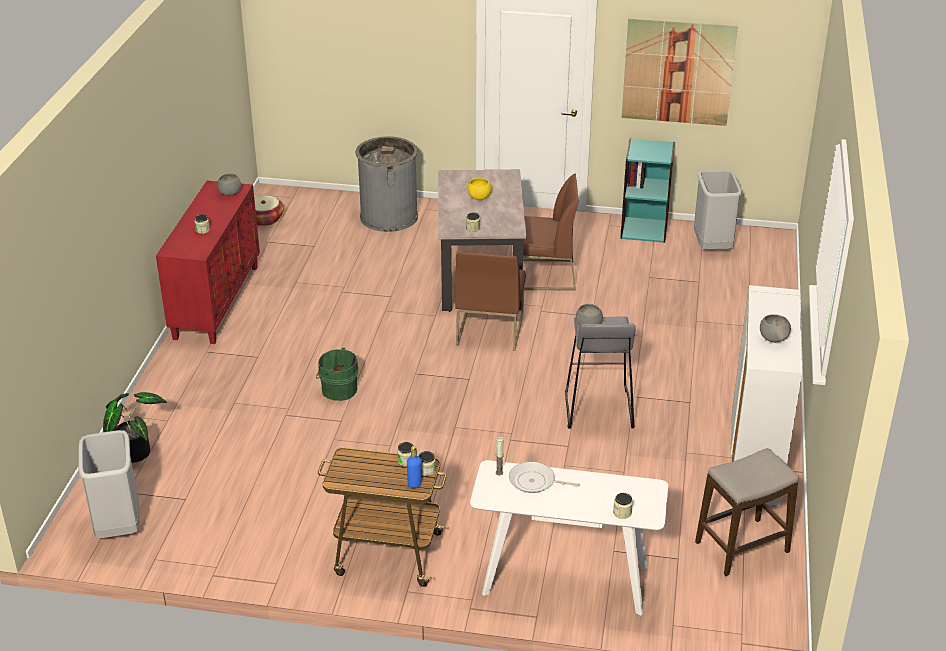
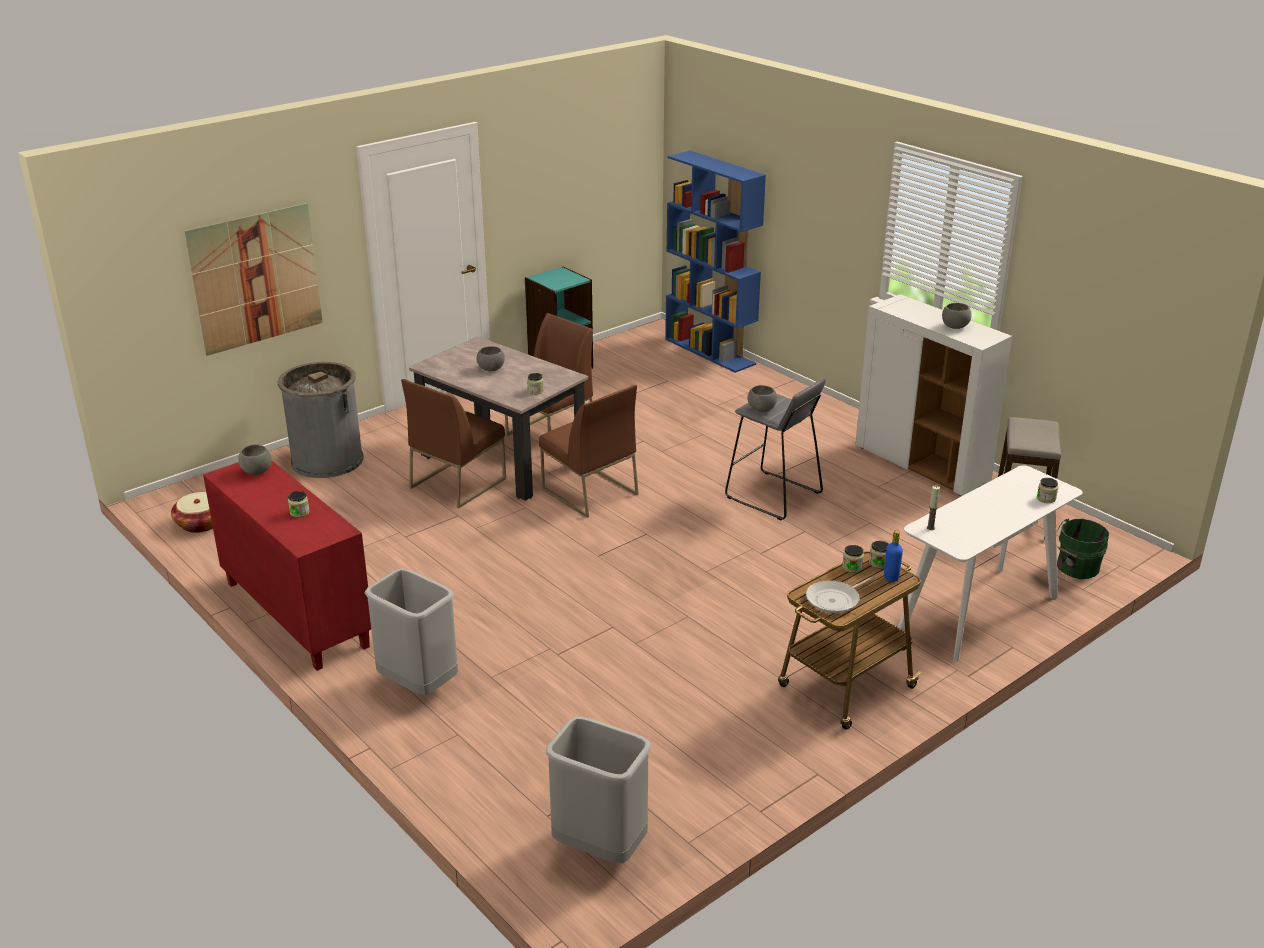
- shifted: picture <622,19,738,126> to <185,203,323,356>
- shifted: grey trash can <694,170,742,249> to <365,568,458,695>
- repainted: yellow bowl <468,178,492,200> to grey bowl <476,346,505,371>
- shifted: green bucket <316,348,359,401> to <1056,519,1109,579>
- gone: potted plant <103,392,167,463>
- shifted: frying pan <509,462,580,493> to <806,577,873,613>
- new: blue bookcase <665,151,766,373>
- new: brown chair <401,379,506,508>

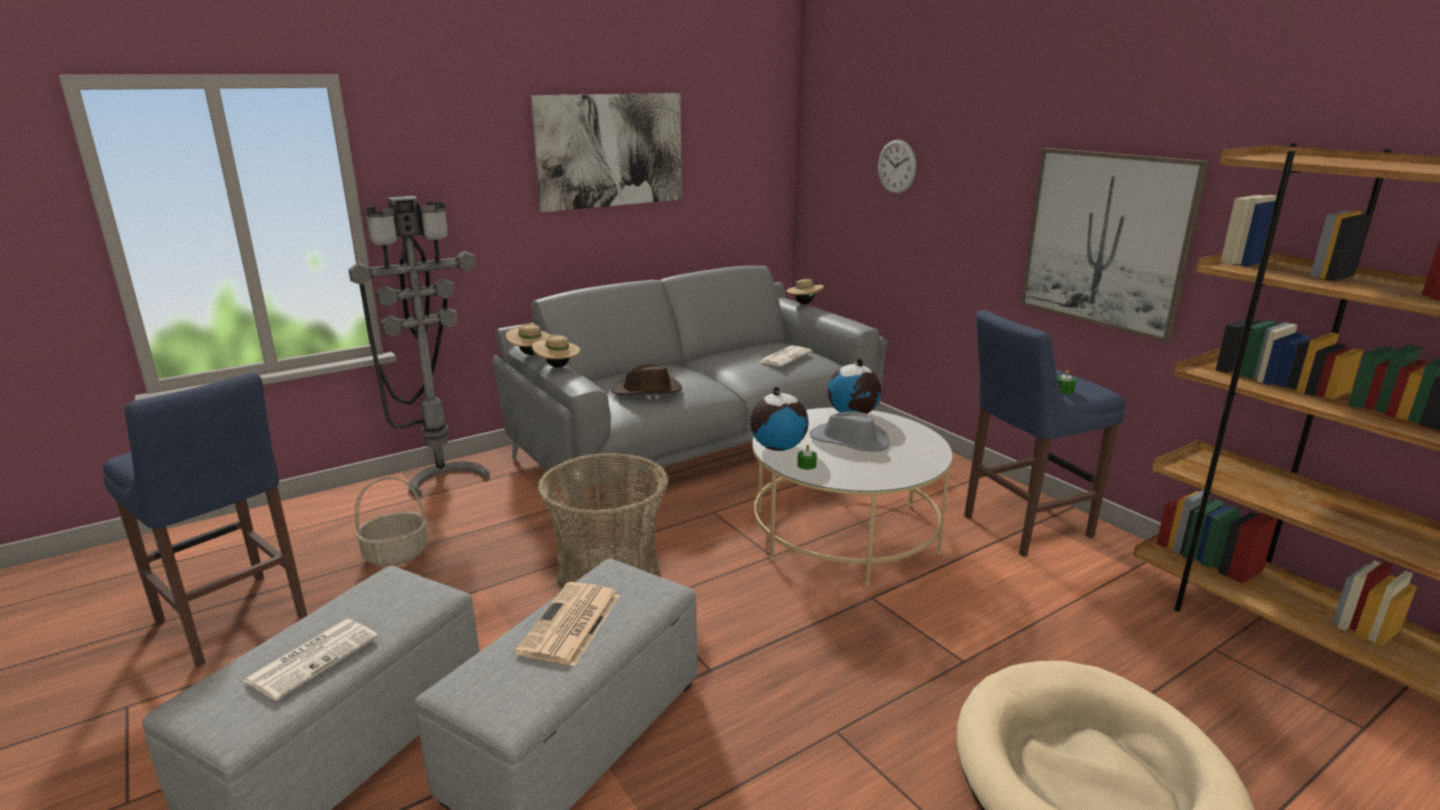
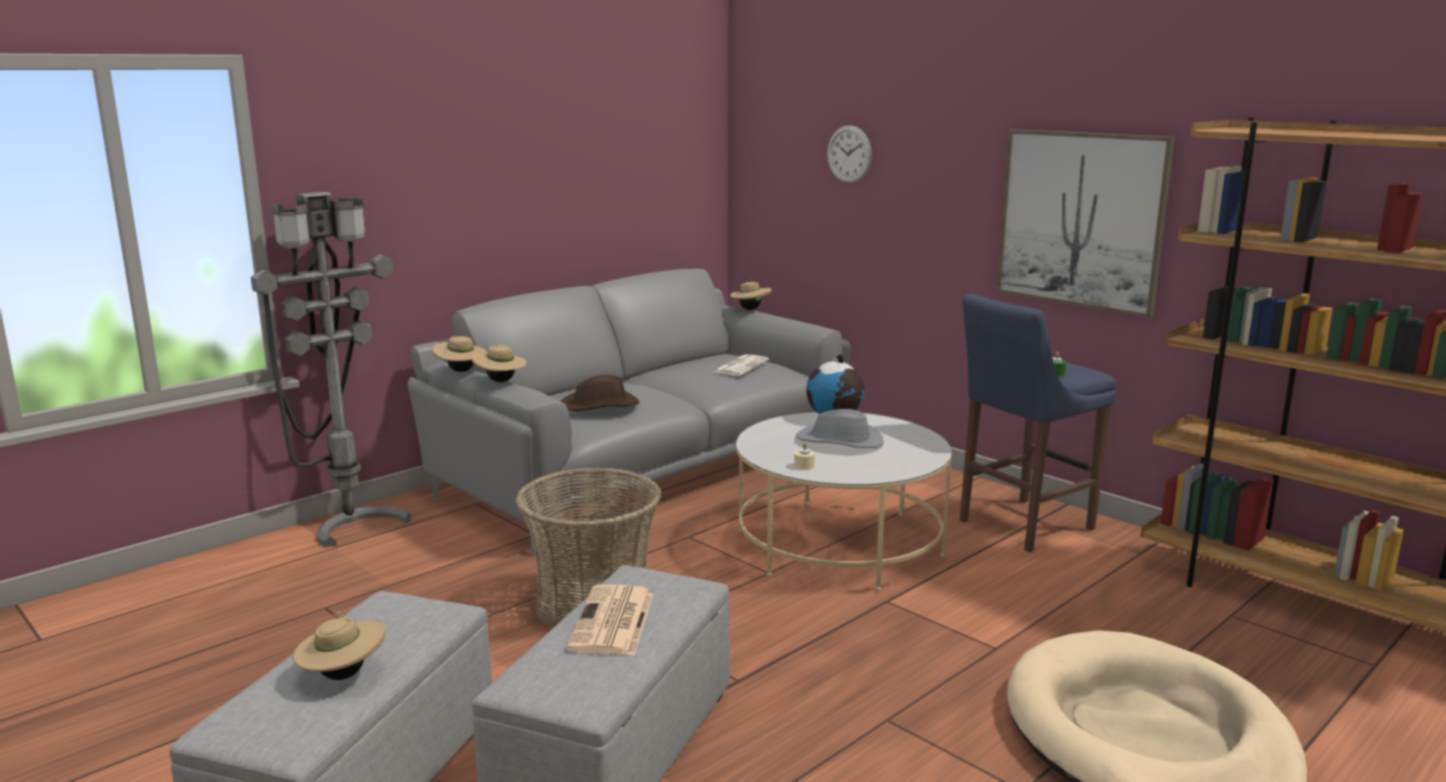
- gone: picture <531,93,682,212>
- gone: blue stool <103,372,307,667>
- gone: globe <750,387,809,451>
- repainted: green candle <797,445,817,470> to beige candle <794,443,815,470>
- gone: basket <355,477,428,566>
- swapped: newspaper <243,619,378,701> to beige hat <293,610,385,680>

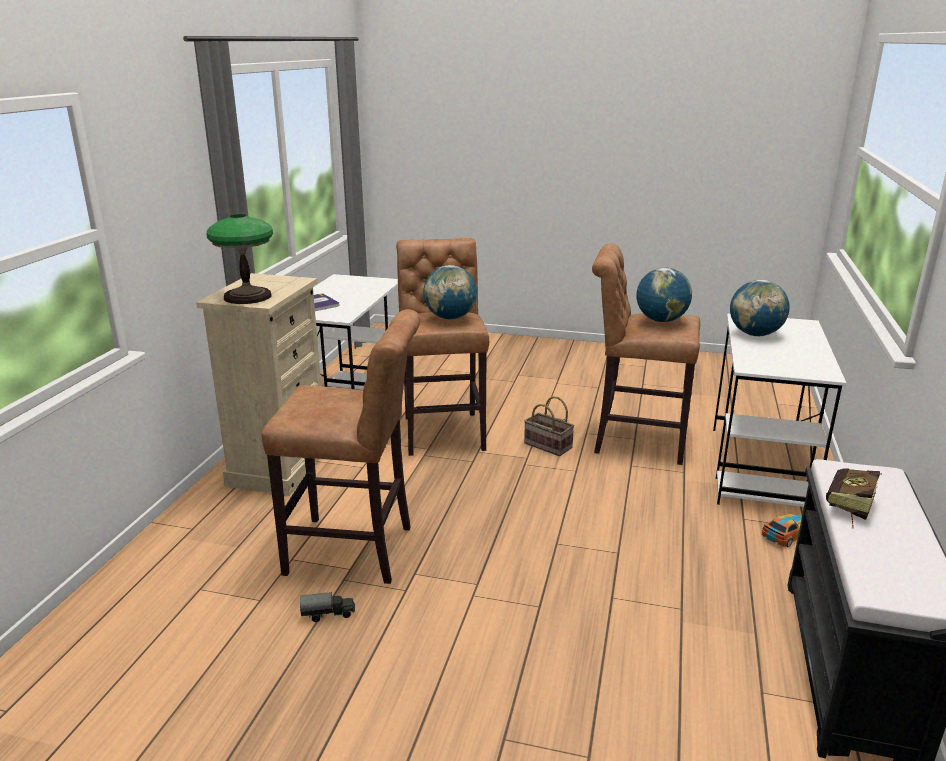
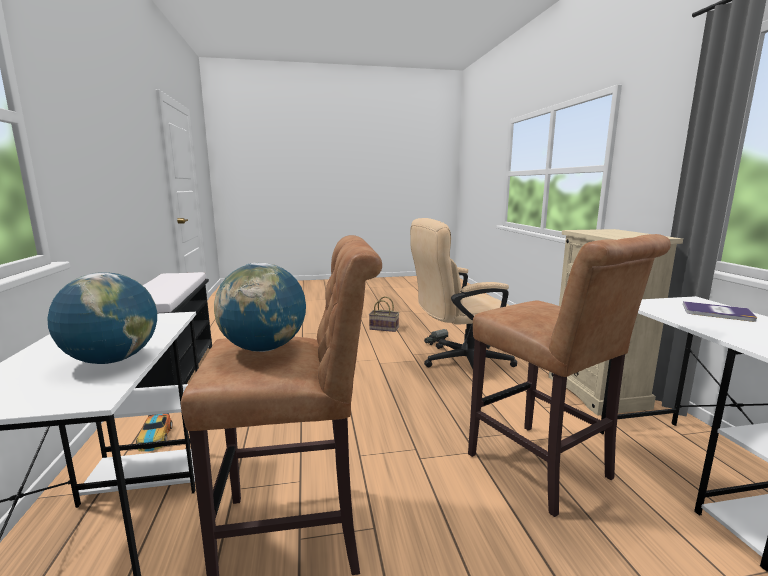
- gone: table lamp <207,214,273,304>
- gone: globe <423,265,477,320>
- swapped: brown stool <262,309,420,584> to beige office chair <410,218,517,369>
- shifted: basket <524,396,575,456> to <369,296,399,332>
- gone: book <826,468,882,529>
- rotated: toy car <762,514,802,547> = <136,413,173,452> 45 degrees counterclockwise

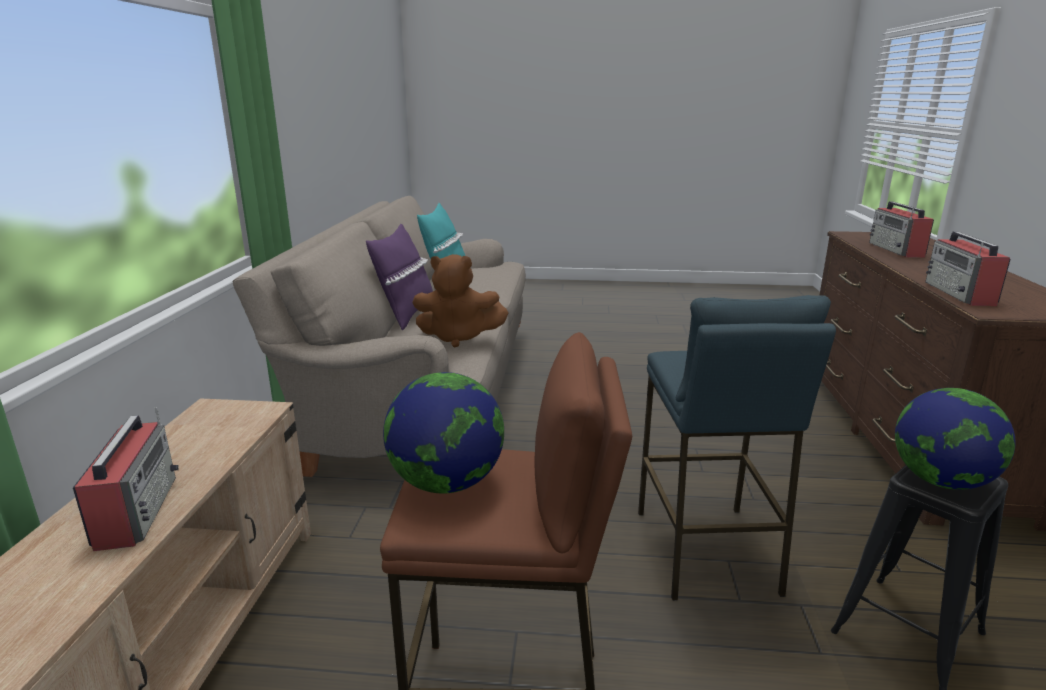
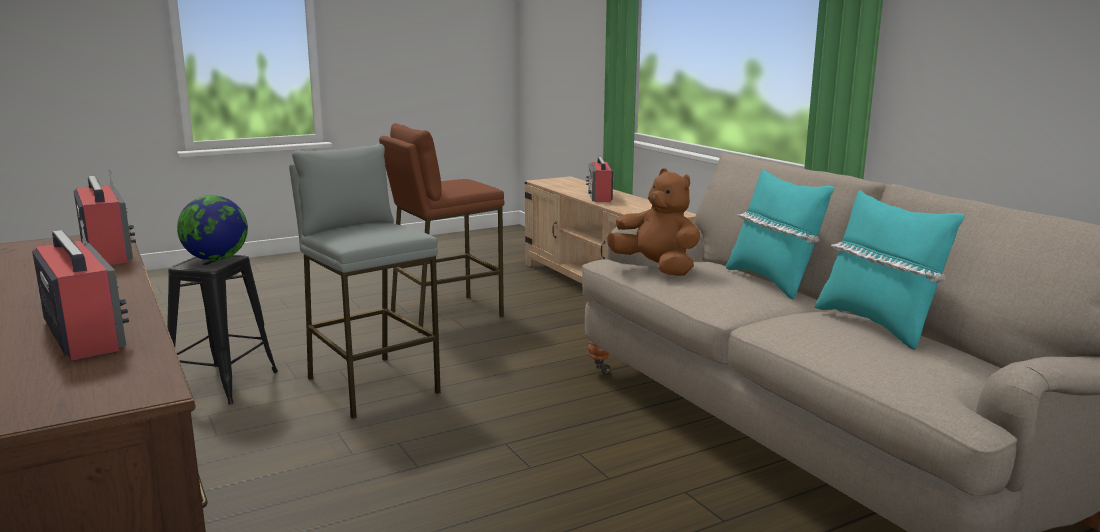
- repainted: purple pillow <366,224,433,331> to turquoise pillow <726,169,834,300>
- rotated: brown plush toy <412,254,508,347> = <607,168,700,276> 75 degrees clockwise
- repainted: blue stool <638,295,836,601> to grey stool <289,144,441,419>
- gone: globe <383,372,504,494>
- rotated: radio <73,407,179,551> = <586,157,613,202> 45 degrees clockwise

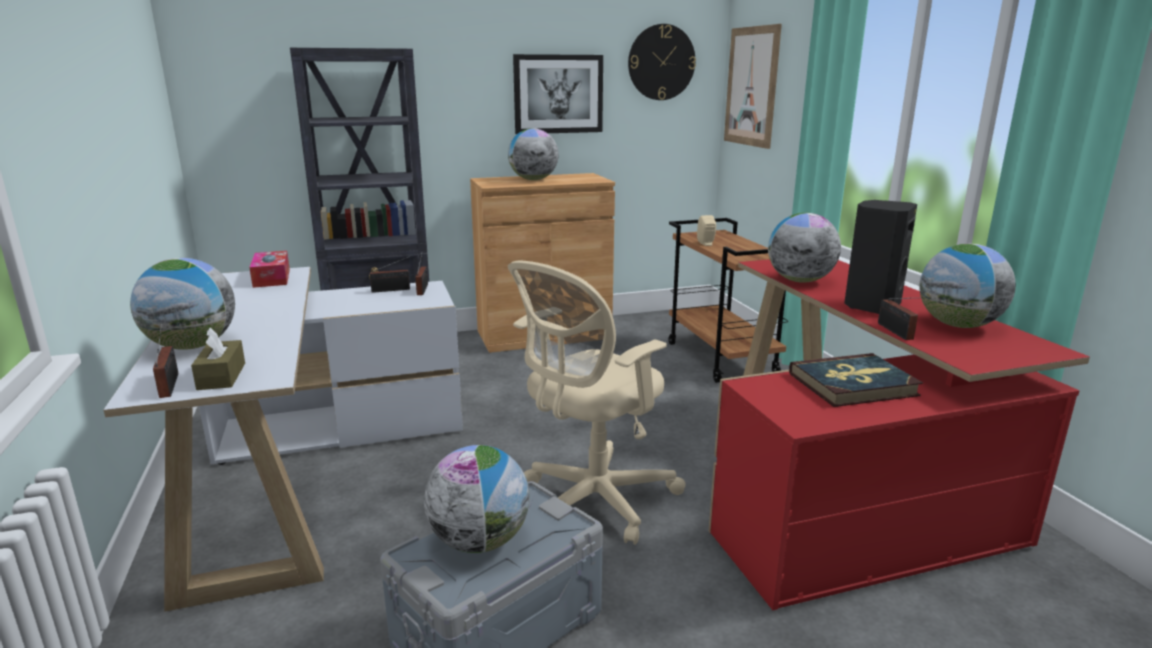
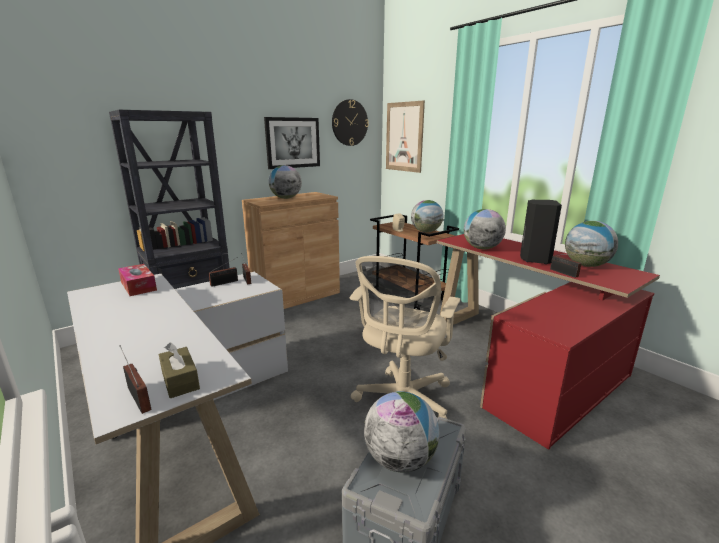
- shifted: globe <130,258,235,350> to <411,200,444,232>
- gone: book <789,353,923,407>

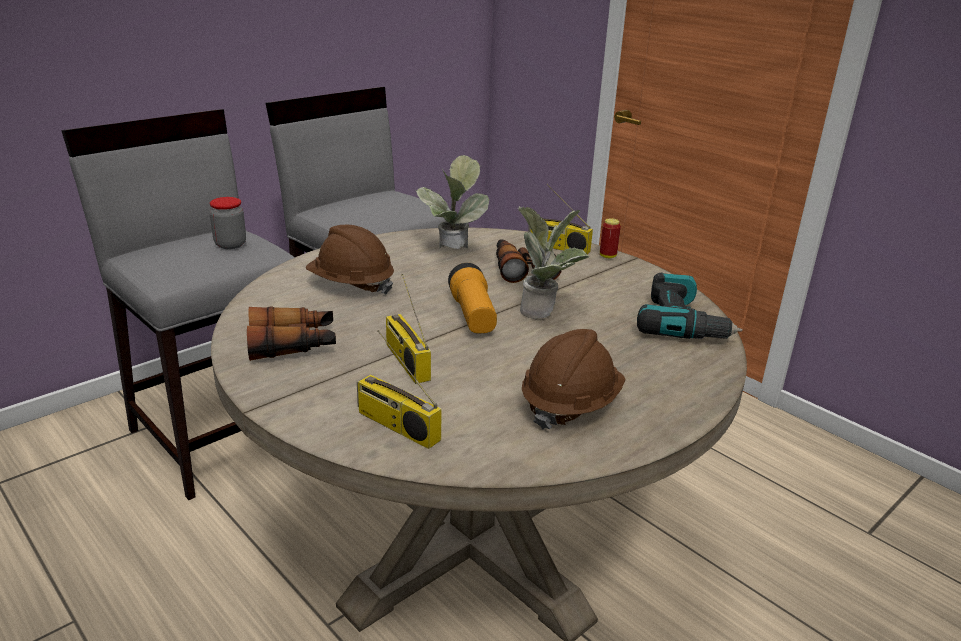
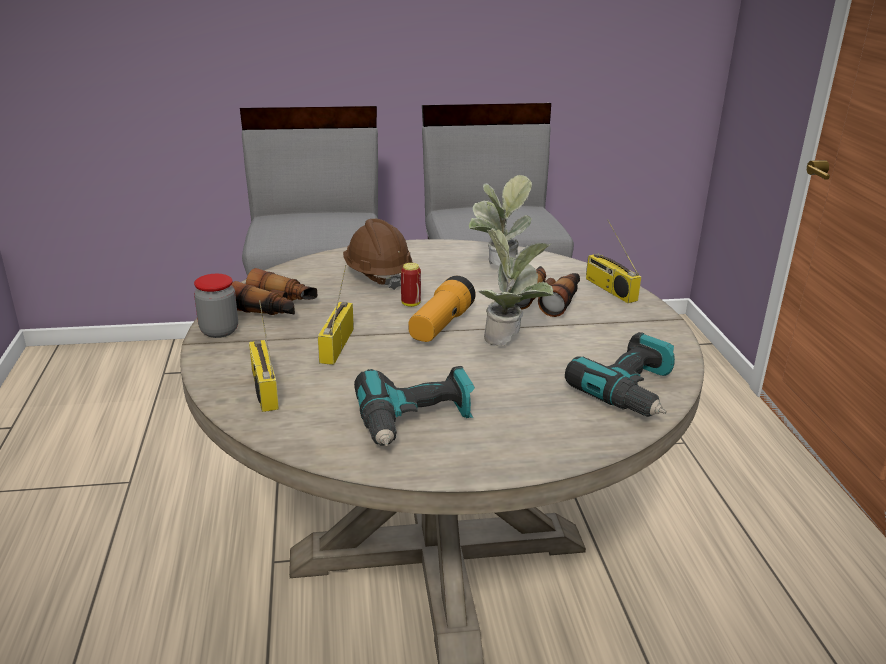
- shifted: jar <210,197,246,249> to <194,274,238,338>
- shifted: can <600,218,621,258> to <401,263,421,307>
- swapped: brown hard hat <522,329,626,430> to power drill <354,366,475,446>

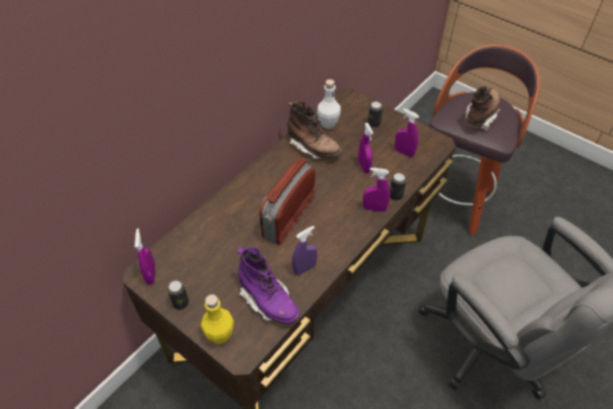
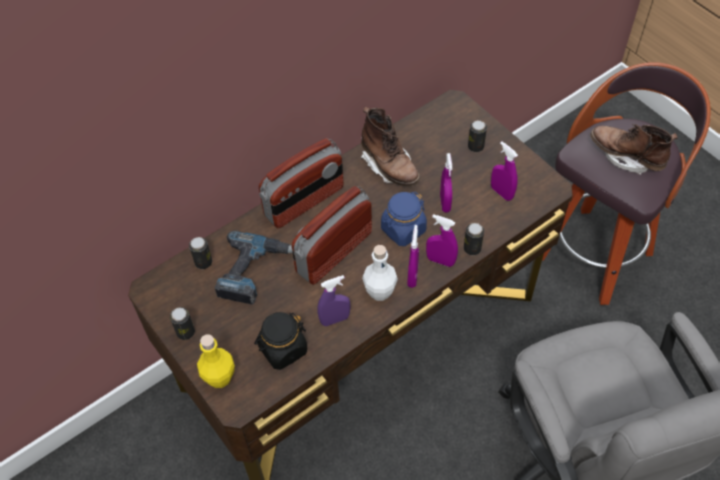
- shifted: white bottle <317,79,341,129> to <362,245,398,301>
- rotated: brown boot <465,86,500,131> = <590,124,678,175> 105 degrees counterclockwise
- shifted: purple spray bottle <135,229,155,285> to <407,225,419,288>
- swapped: purple boot <237,247,300,324> to black jar <254,312,307,370>
- new: radio <259,138,344,228>
- new: blue jar <381,192,427,246>
- new: power drill <215,231,293,304>
- new: can <189,237,212,269>

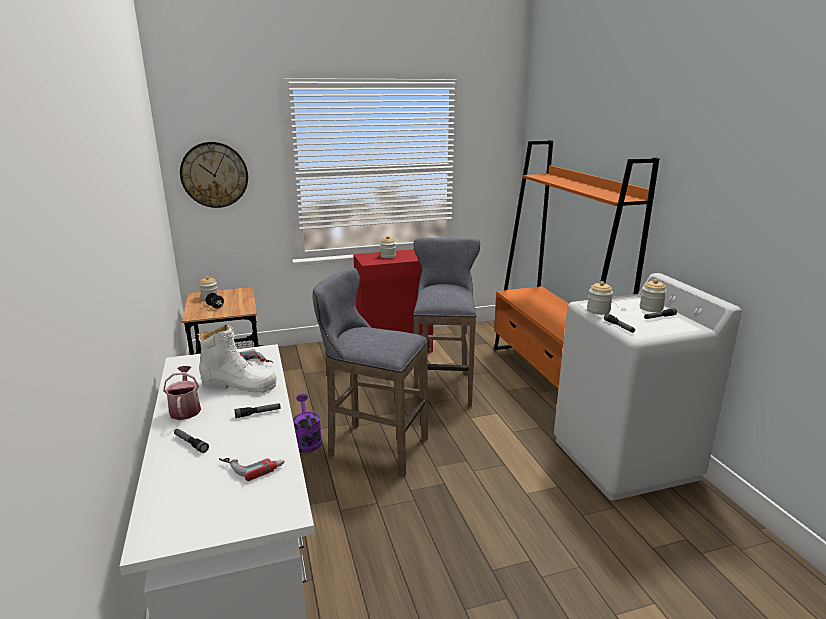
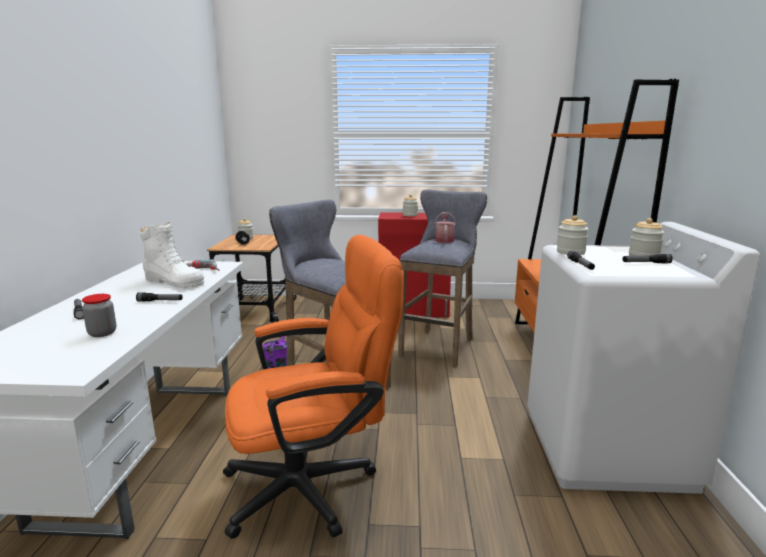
- gone: wall clock <180,142,248,208>
- shifted: watering can <163,366,201,420> to <434,212,456,243>
- swapped: power drill <219,458,285,481> to jar <82,294,116,337>
- new: orange office chair <223,234,404,539>

